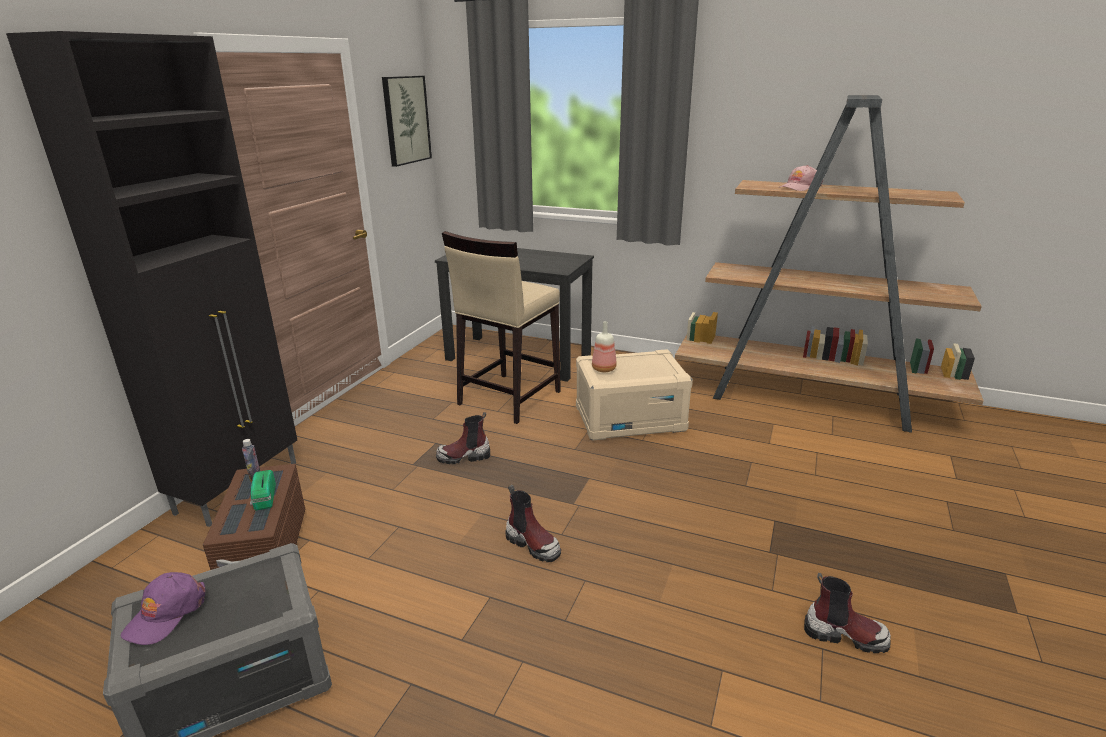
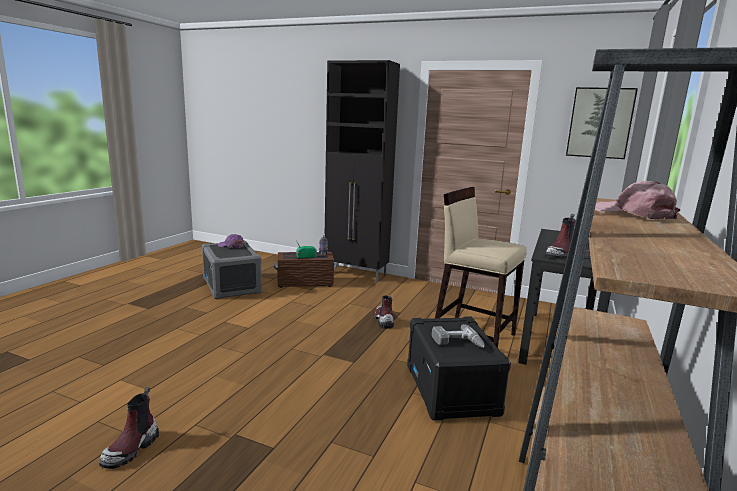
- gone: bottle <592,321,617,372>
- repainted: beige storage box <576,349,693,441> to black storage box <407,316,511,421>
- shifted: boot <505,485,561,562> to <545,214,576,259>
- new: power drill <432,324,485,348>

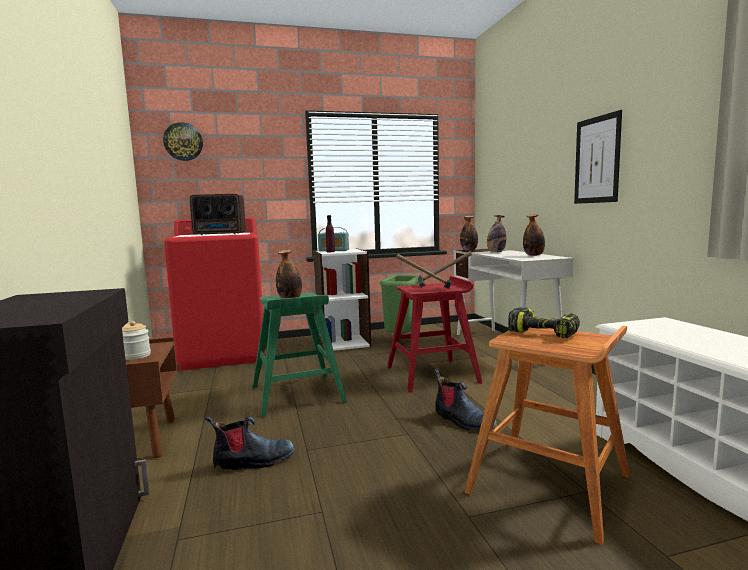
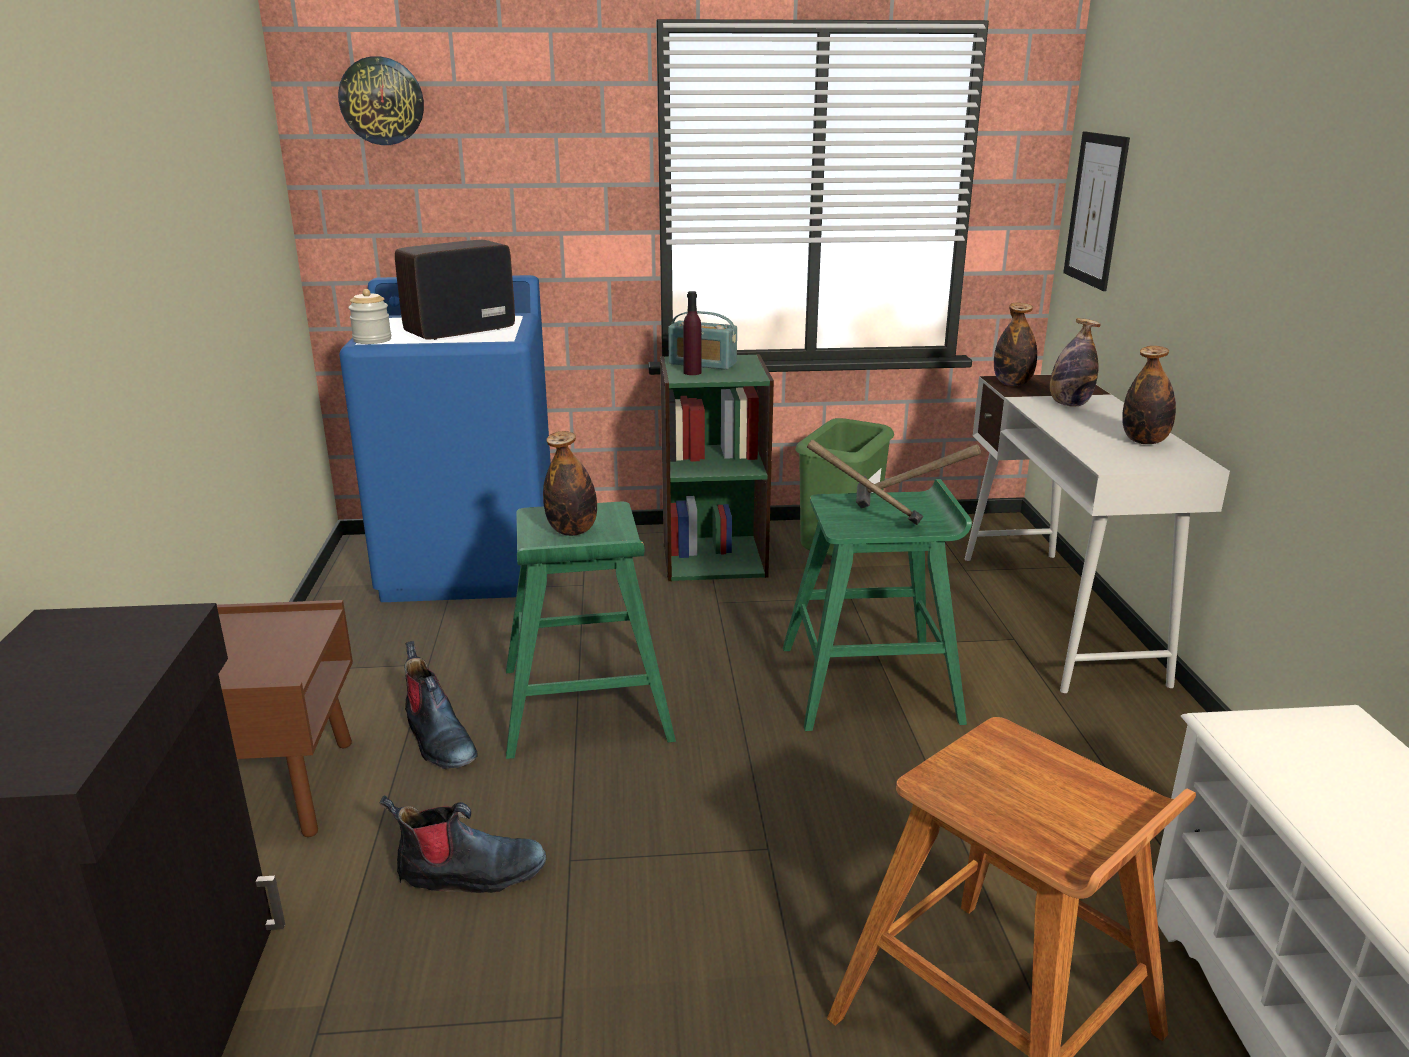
- shifted: picture <574,110,622,204> to <1063,131,1130,291>
- rotated: radio <190,194,246,235> = <395,240,515,340> 135 degrees clockwise
- repainted: red washing machine <164,218,266,370> to blue washing machine <339,275,551,602>
- repainted: white bookcase <313,249,371,351> to green bookcase <660,354,774,581>
- repainted: red stool <387,276,482,393> to green stool <783,479,972,731>
- gone: power drill <508,307,580,338>
- shifted: jar <122,321,151,360> to <348,289,391,344>
- shifted: boot <434,368,498,431> to <404,641,478,769>

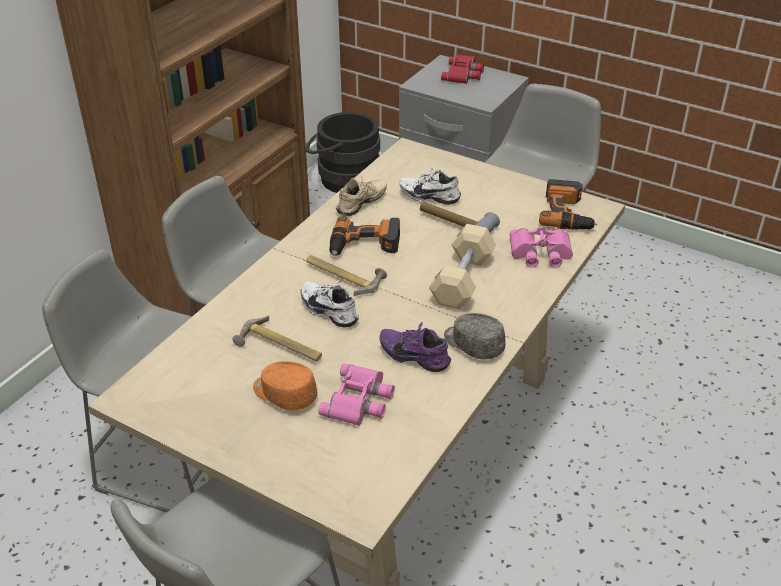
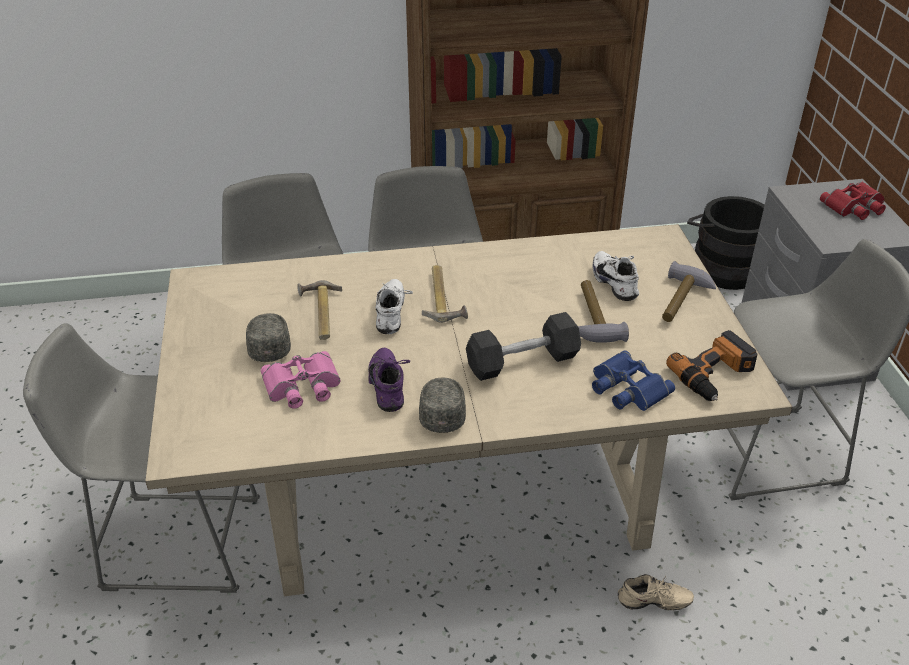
- shifted: beige shoe <336,175,387,216> to <618,574,694,610>
- gone: power drill <329,216,400,256>
- repainted: beige dumbbell <429,224,496,309> to black dumbbell <466,312,581,381>
- repainted: pink binoculars <510,226,573,268> to blue binoculars <592,350,675,411>
- repainted: orange cap <253,361,317,411> to grey cap <246,313,291,362>
- new: hammer <662,261,716,322>

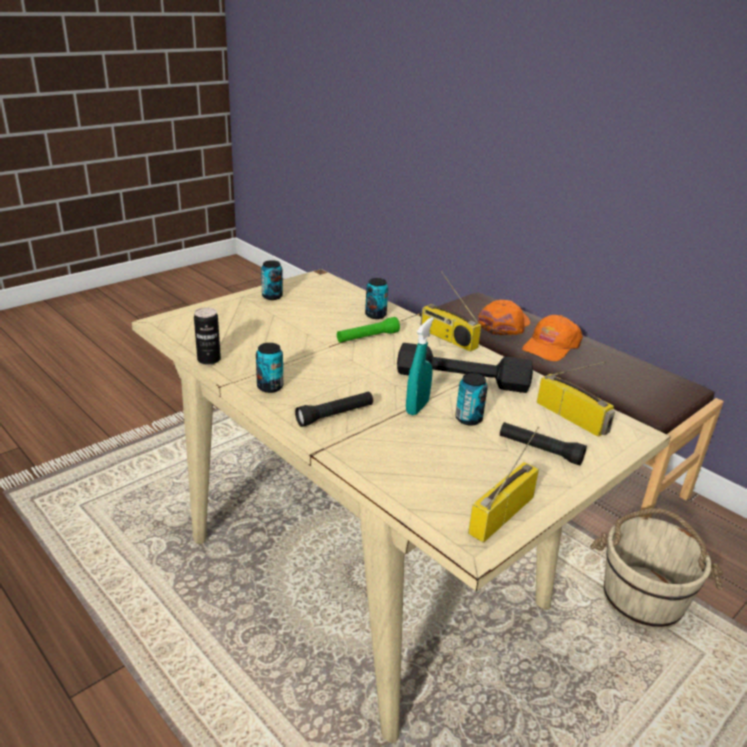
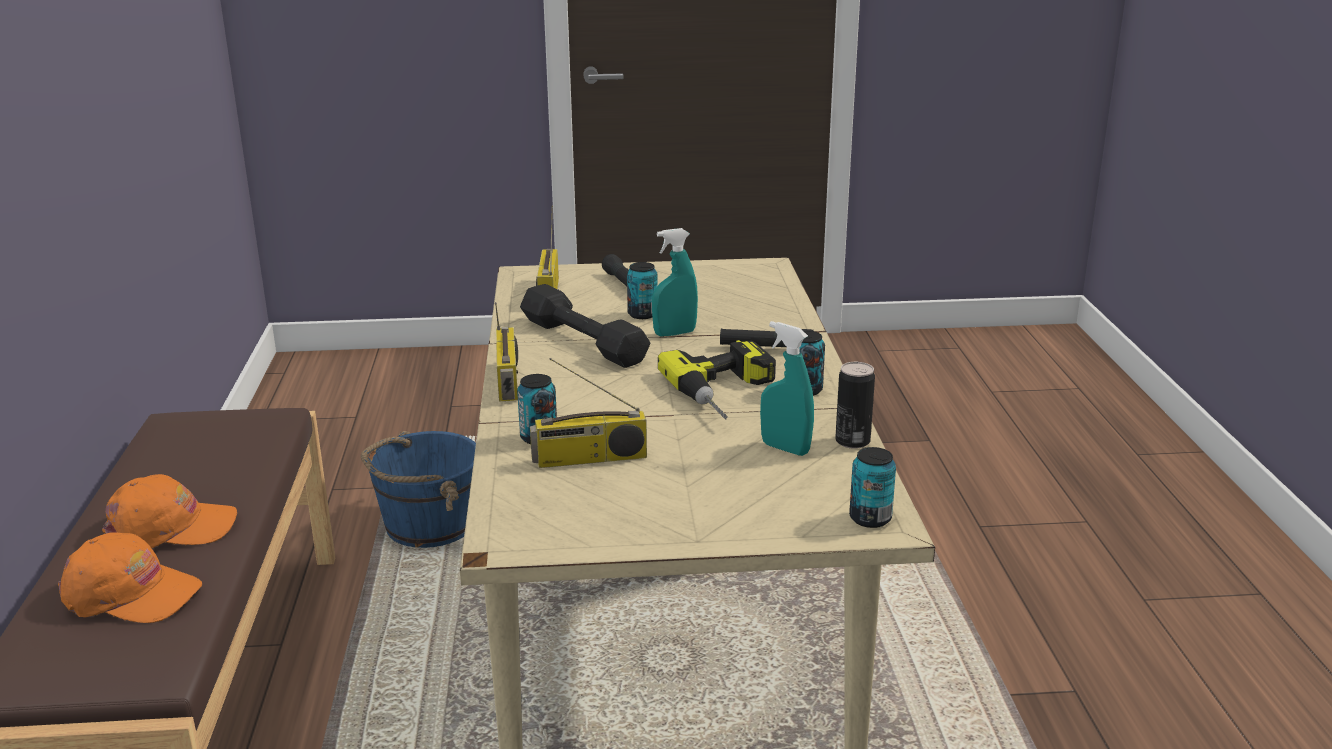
- shifted: can <261,260,283,300> to <849,447,896,528>
- rotated: orange cap <478,300,530,335> = <58,532,202,623> 150 degrees counterclockwise
- gone: green flashlight <337,317,400,343>
- shifted: radio <468,427,539,543> to <530,358,647,468>
- repainted: beige bucket <590,508,723,630> to blue bucket <361,431,476,548>
- new: turquoise spray bottle <760,321,814,456>
- new: power drill <658,340,776,419>

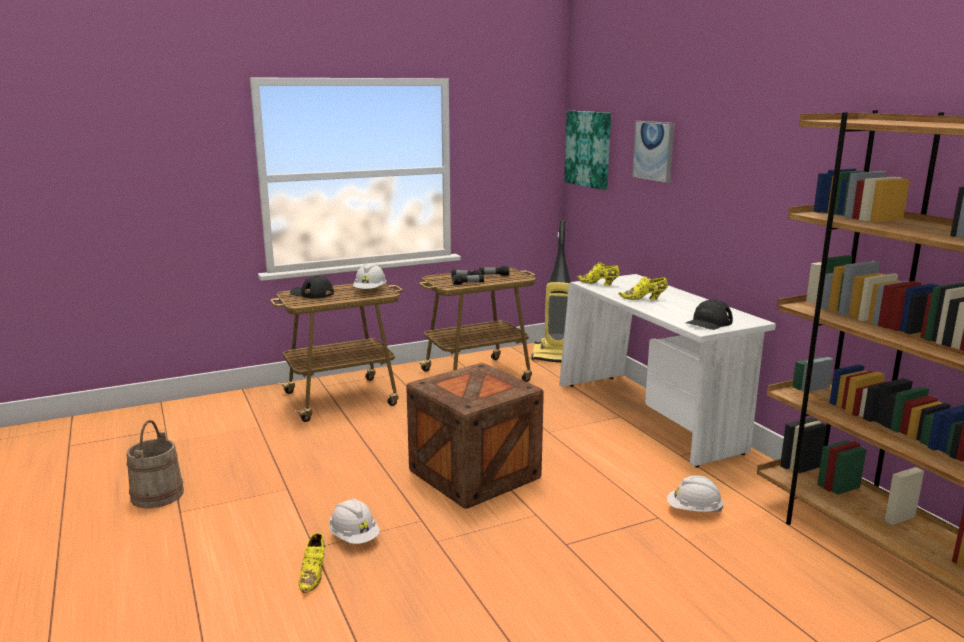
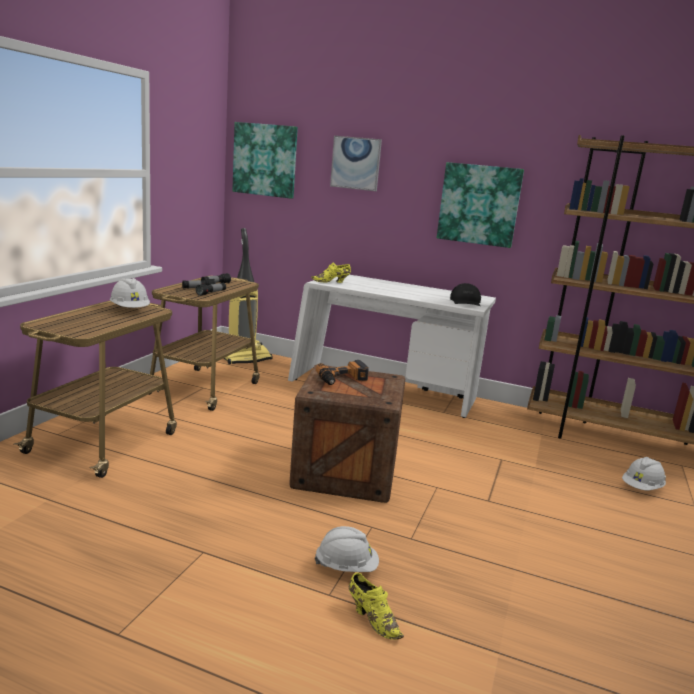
- gone: black cap <290,276,334,298>
- gone: yellow shoe <618,276,668,300>
- gone: beige bucket <126,420,184,509>
- shifted: white hard hat <667,476,724,512> to <622,457,666,490>
- new: picture <437,162,524,248>
- new: power drill <316,360,369,385>

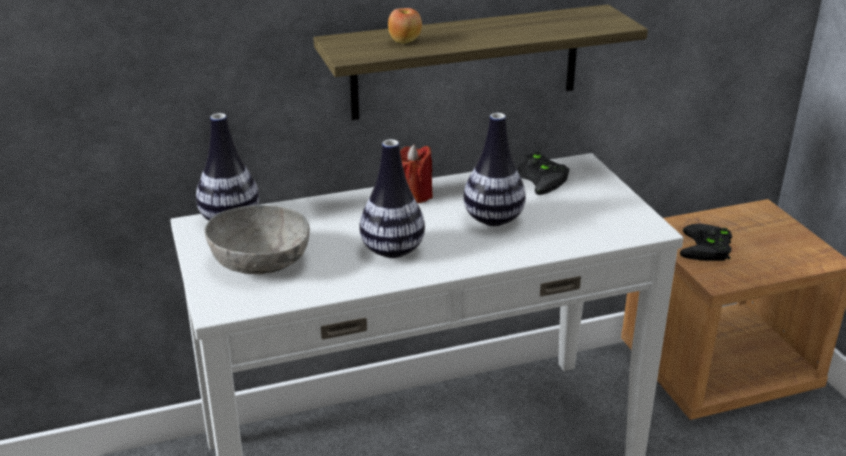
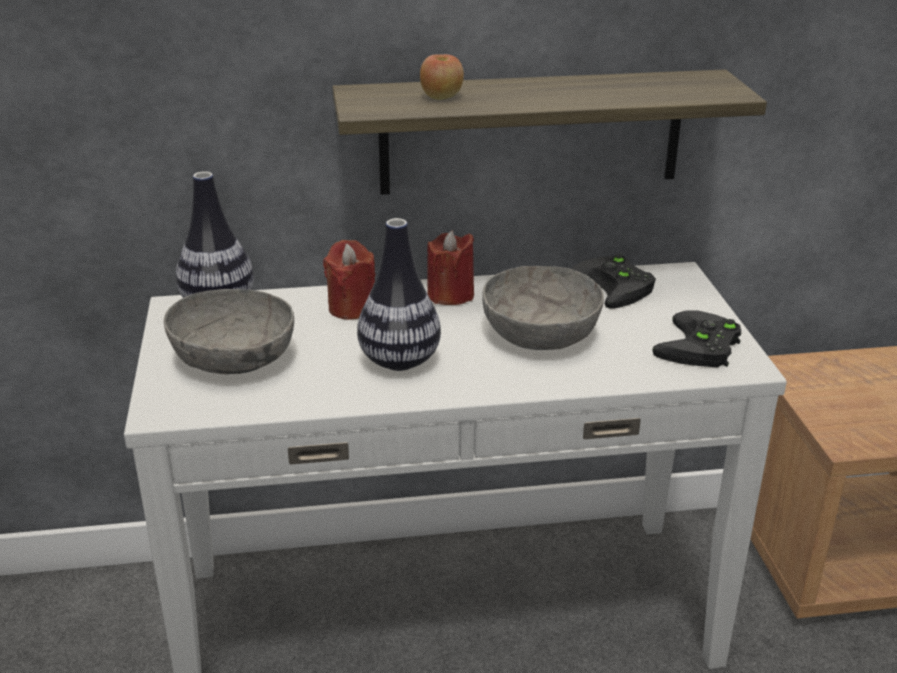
- swapped: vase <463,113,526,226> to grey bowl <482,266,604,350>
- shifted: black game controller <680,224,732,261> to <653,310,741,367>
- new: red candle <323,240,376,320>

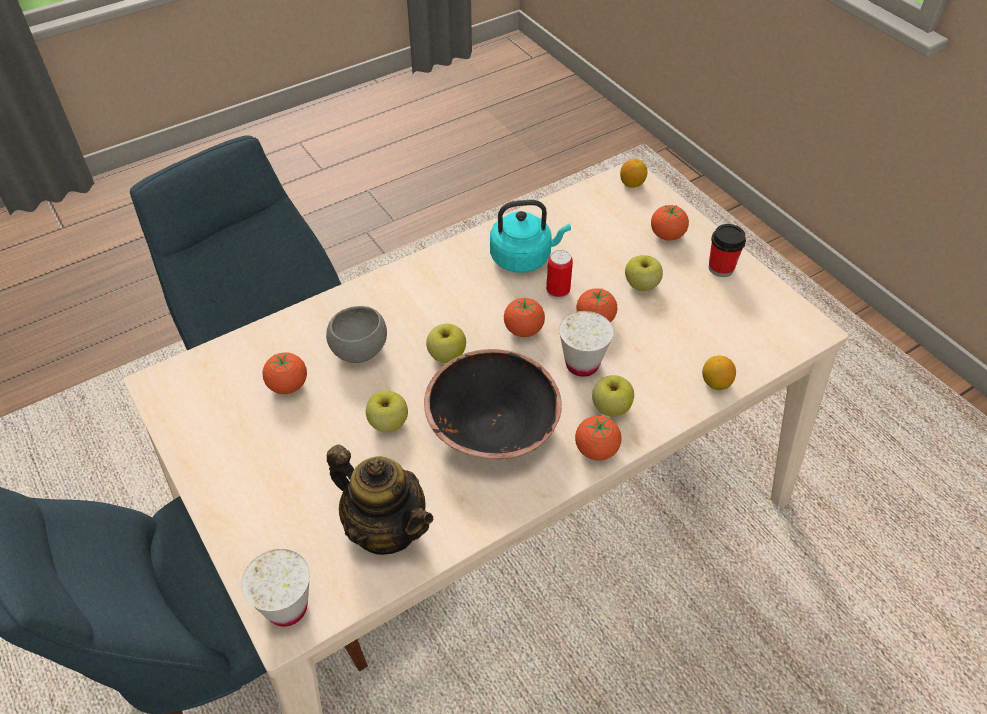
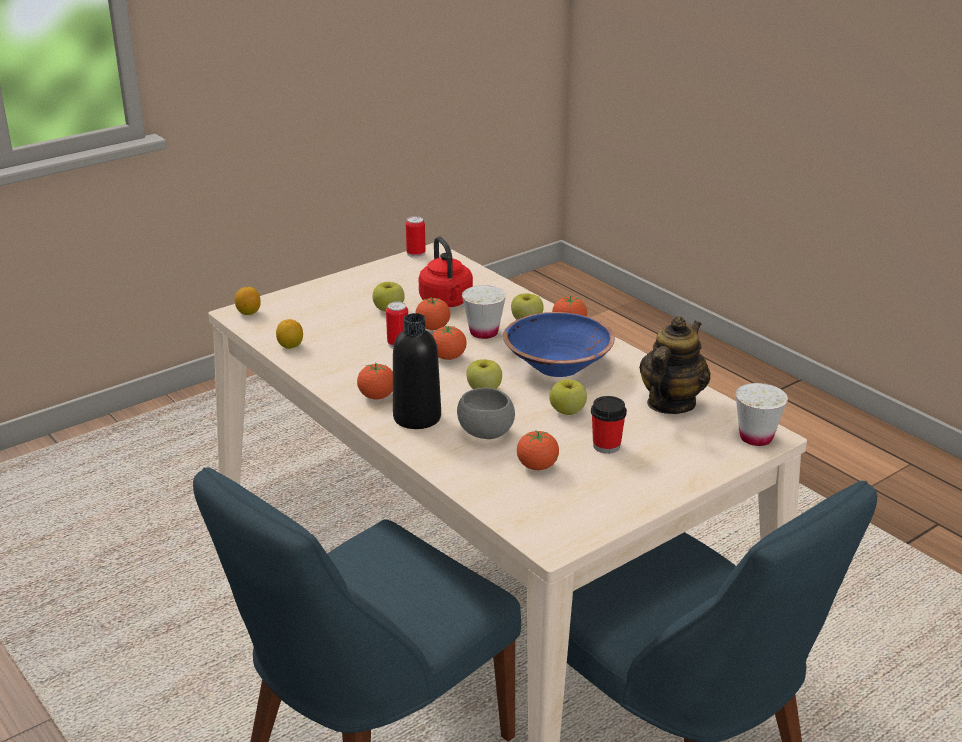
- gone: turquoise kettle <490,200,571,272>
- shifted: tomato <651,205,689,241> to <357,362,393,399>
- shifted: cup <708,224,746,277> to <591,396,627,454>
- repainted: black bowl <424,349,562,459> to blue bowl <503,312,615,377>
- shifted: lemon <702,356,736,390> to <276,319,303,349>
- new: can <406,216,426,258>
- new: red kettle <419,236,473,307>
- new: black bottle <393,313,441,429>

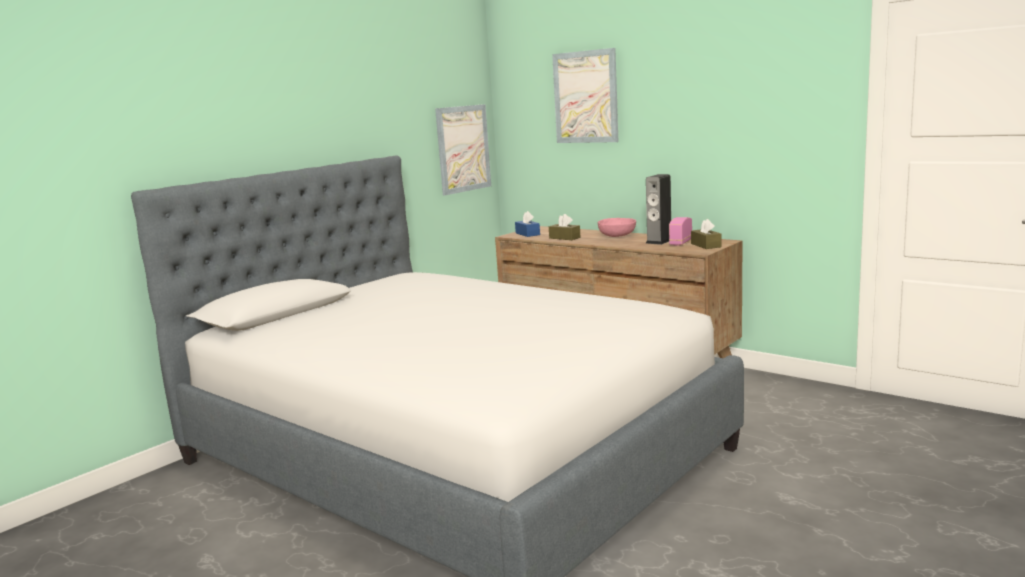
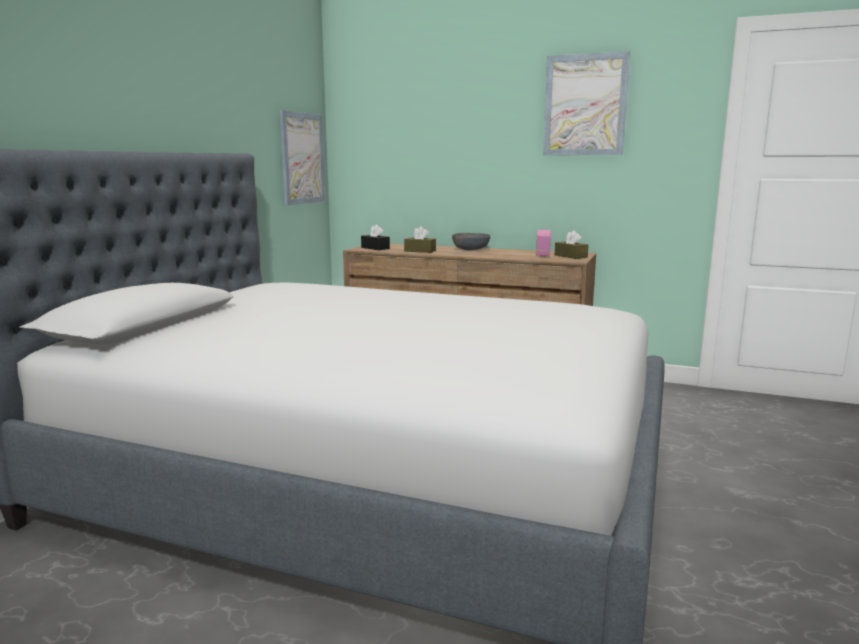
- shifted: picture <552,48,618,143> to <543,51,630,155>
- gone: speaker <645,174,671,245>
- repainted: blue tissue box <515,211,540,237> to black tissue box <361,224,390,250>
- repainted: pink bowl <598,218,636,237> to grey bowl <452,233,490,250>

